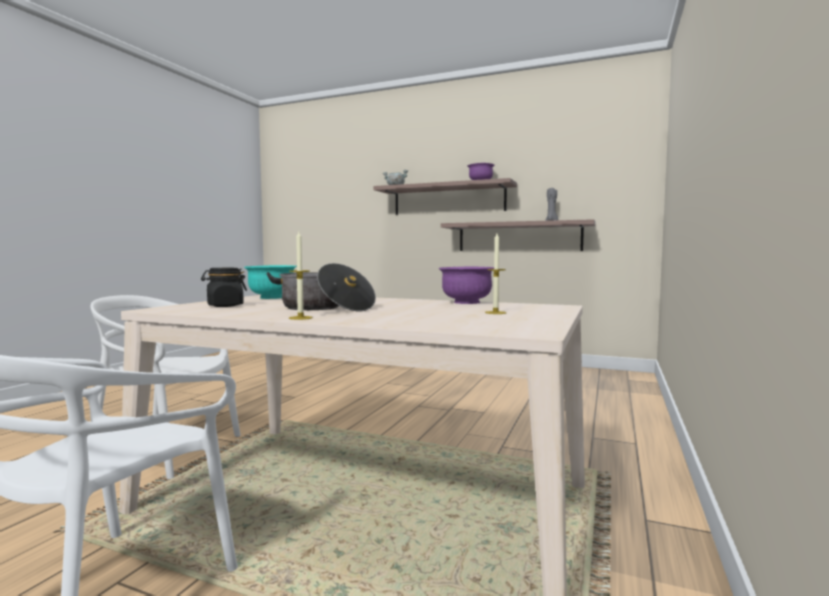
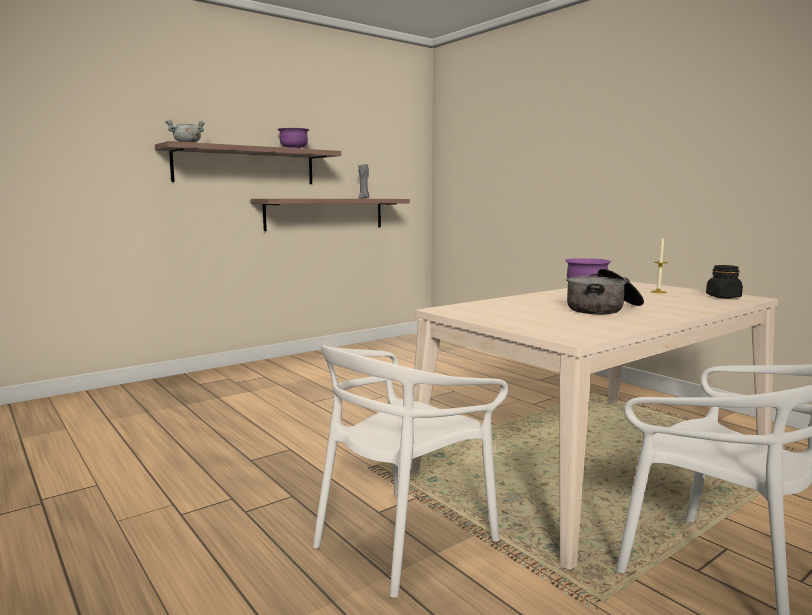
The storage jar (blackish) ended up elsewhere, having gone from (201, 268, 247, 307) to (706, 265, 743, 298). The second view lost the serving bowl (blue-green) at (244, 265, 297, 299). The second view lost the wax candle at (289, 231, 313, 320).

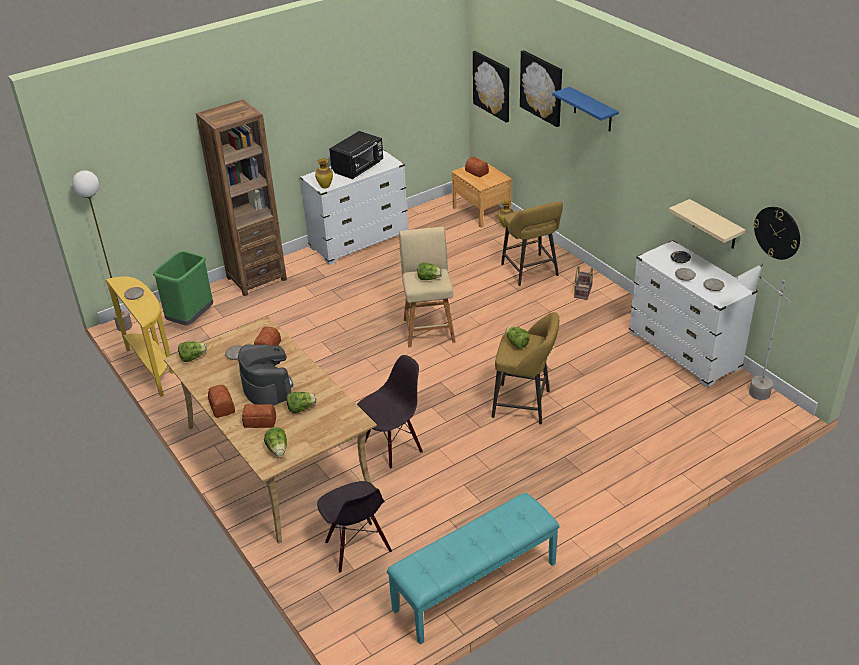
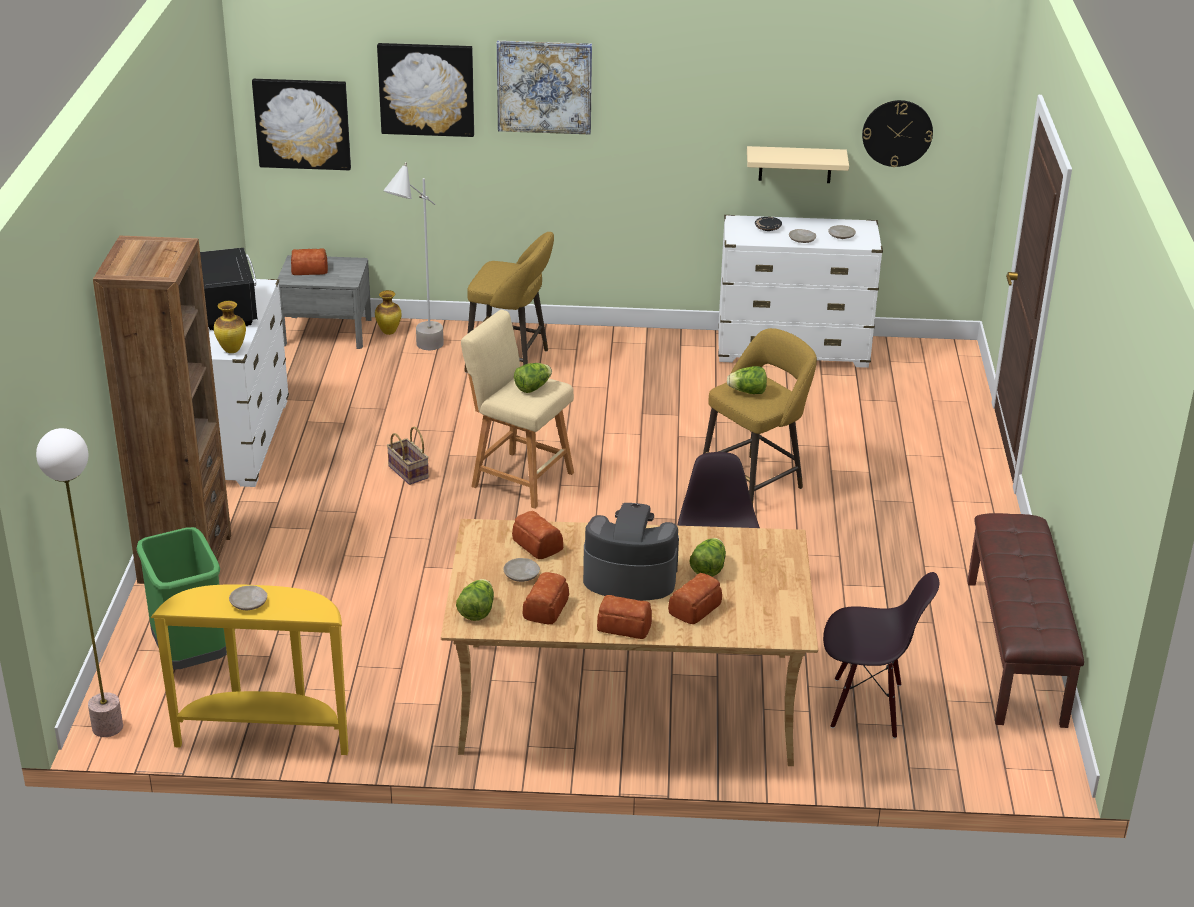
What was the bedside table (brown-coloured) at (452, 160, 511, 227) turned into the bedside table (gray) at (278, 255, 372, 349). The floor lamp (gray) ended up elsewhere, having gone from (736, 264, 791, 400) to (383, 162, 444, 350). The storage basket ended up elsewhere, having gone from (574, 266, 593, 300) to (387, 427, 429, 485). Where the bracket shelf (bluish) hung at (552, 87, 619, 131), the wall art came to hang at (497, 40, 592, 134). The second view gained the bakery bread at (523, 572, 569, 624). What was the indoor bench (blue-green) at (387, 493, 560, 645) turned into the indoor bench (brown-coloured) at (967, 513, 1084, 728). The second view lost the lettuce at (264, 427, 287, 456).

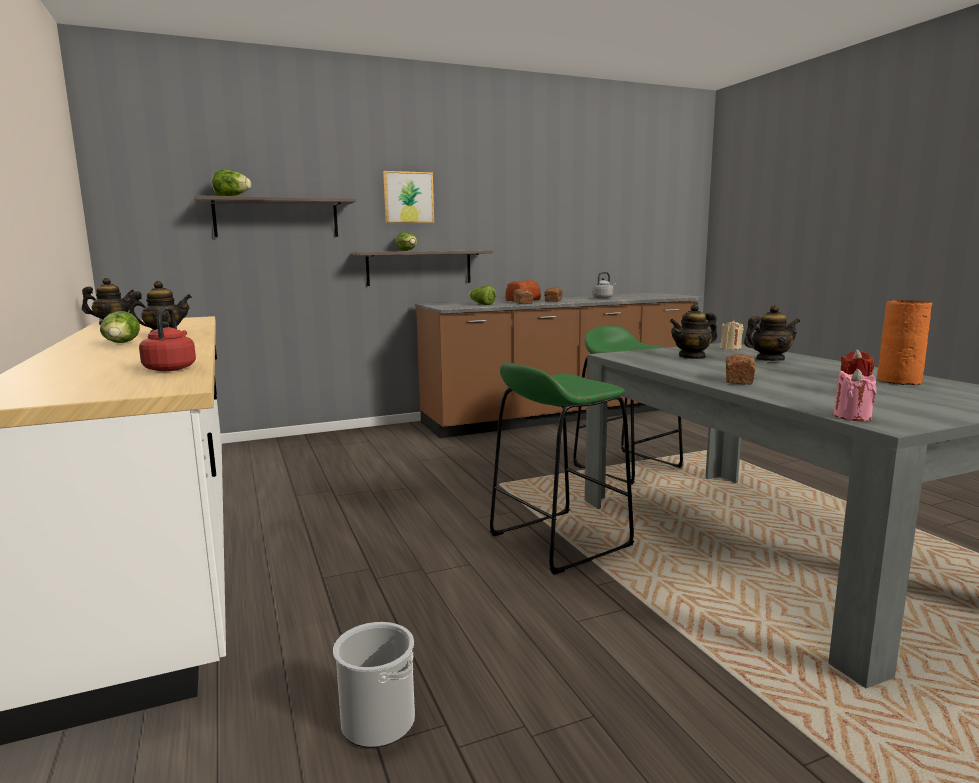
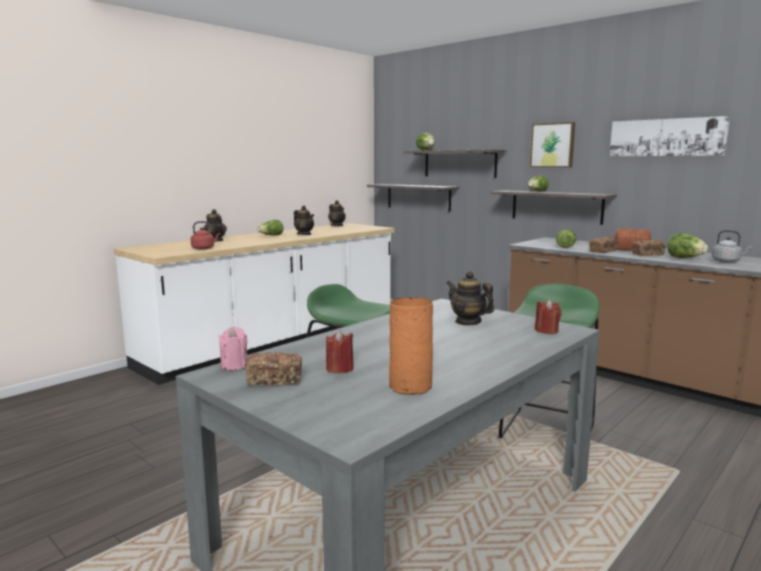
The teapot ended up elsewhere, having gone from (744, 305, 800, 361) to (203, 209, 227, 241). The bakery bread ended up elsewhere, having gone from (726, 354, 756, 385) to (246, 352, 302, 386). The second view gained the bracket shelf at (367, 184, 459, 212). What was the wax candle (beige) at (720, 319, 743, 350) turned into the wax candle (reddish) at (535, 299, 562, 334). The second view gained the wall art at (610, 116, 730, 156). The second view gained the lettuce at (667, 233, 708, 258). The second view lost the bucket at (333, 622, 415, 748).

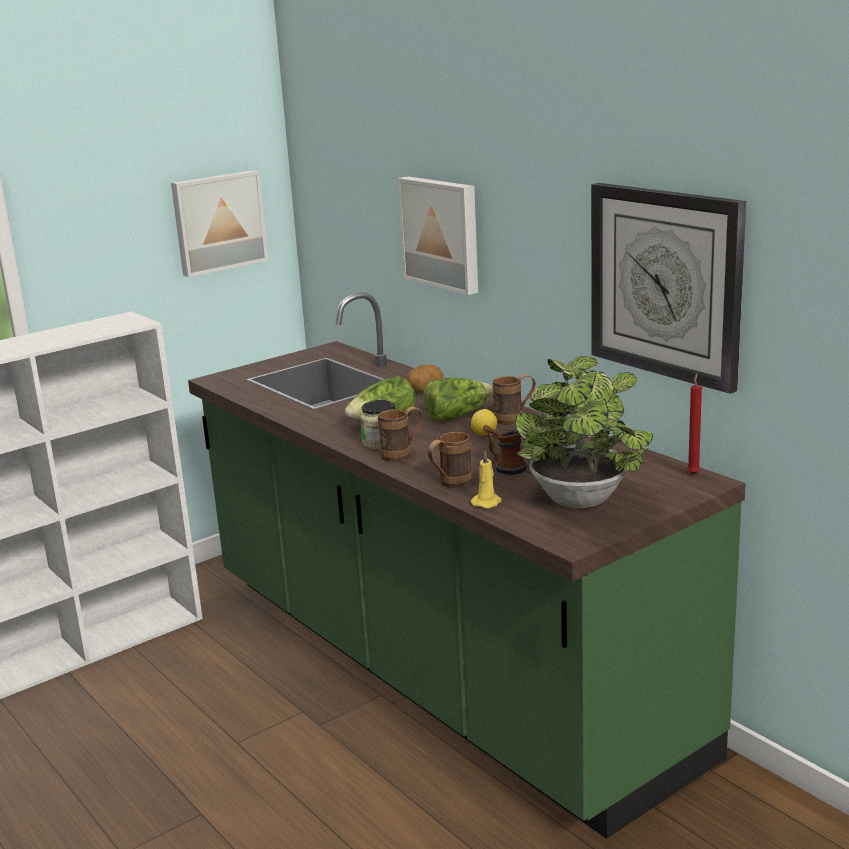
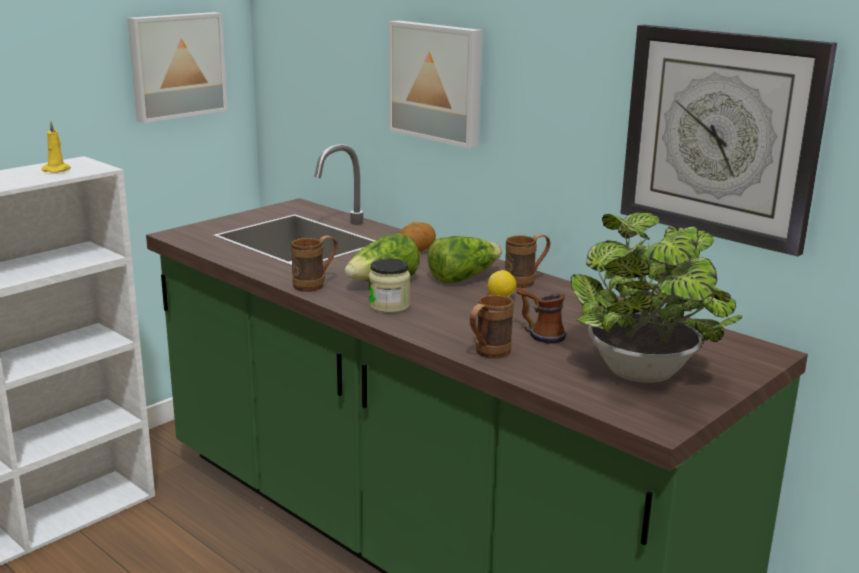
The wax candle (yellow) ended up elsewhere, having gone from (471, 451, 502, 508) to (42, 121, 71, 173). The coffee mug (brown-coloured) ended up elsewhere, having gone from (378, 407, 423, 462) to (291, 235, 338, 292). The second view lost the wax candle (reddish) at (687, 373, 702, 475).

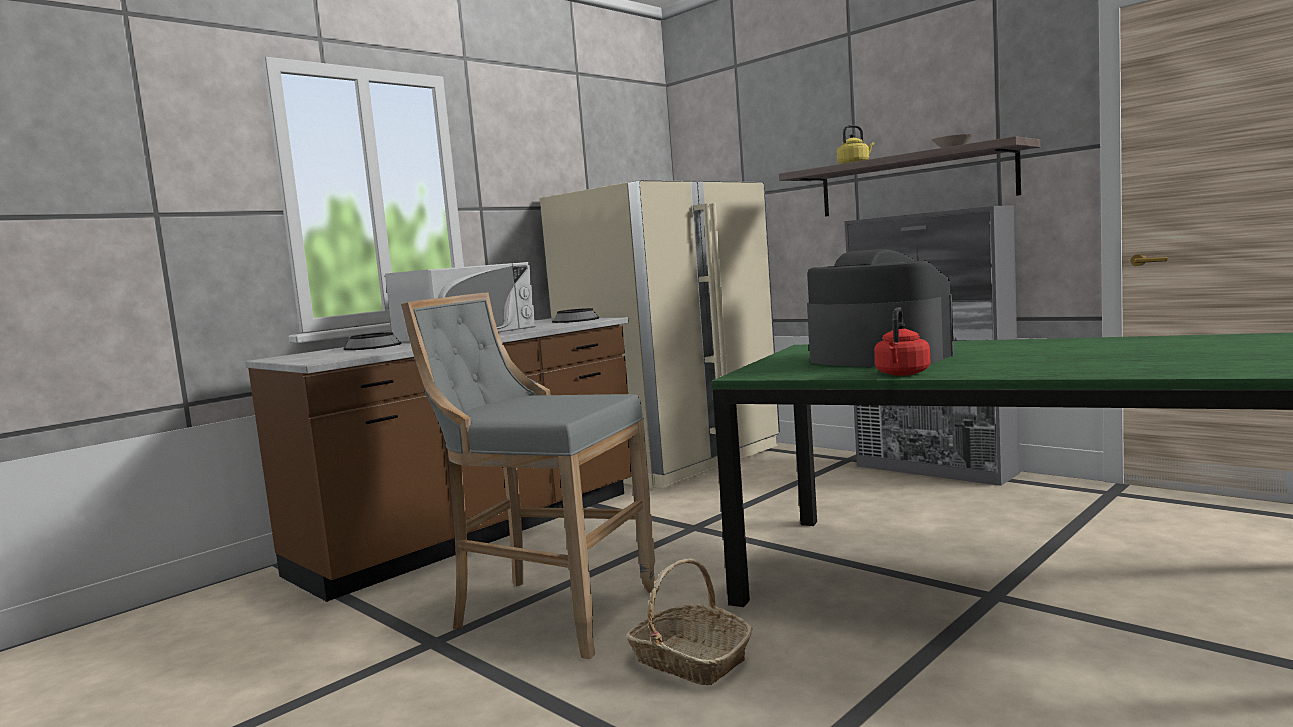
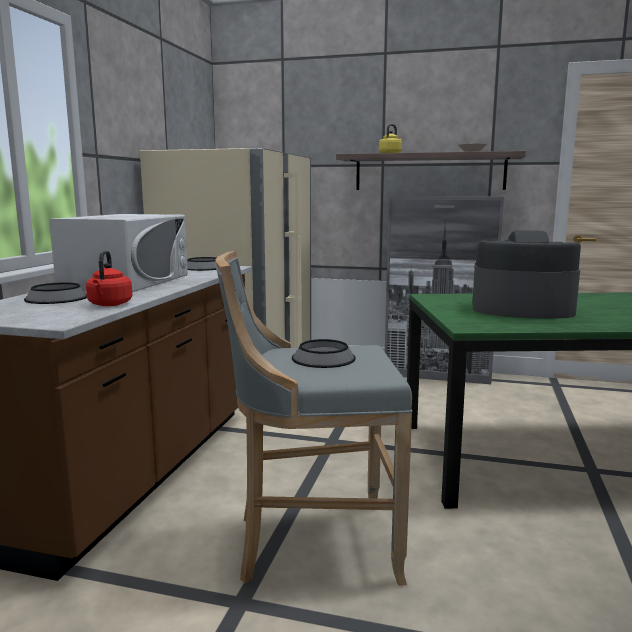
The kettle (reddish) ended up elsewhere, having gone from (875, 307, 931, 376) to (86, 250, 132, 306). The second view gained the serving bowl at (292, 339, 356, 368). The second view lost the storage basket at (626, 558, 753, 685).

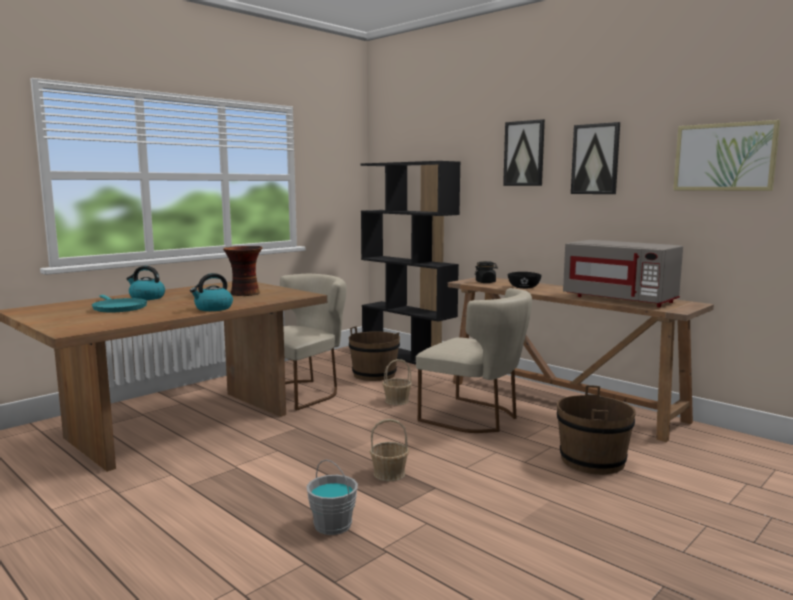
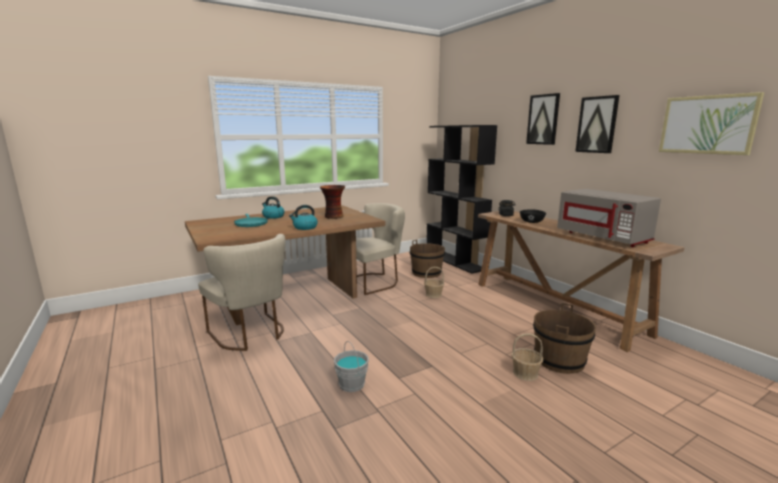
The upright chair (beige) ended up elsewhere, having gone from (416, 288, 532, 433) to (198, 234, 285, 351). The storage basket ended up elsewhere, having gone from (370, 419, 409, 481) to (511, 334, 543, 381).

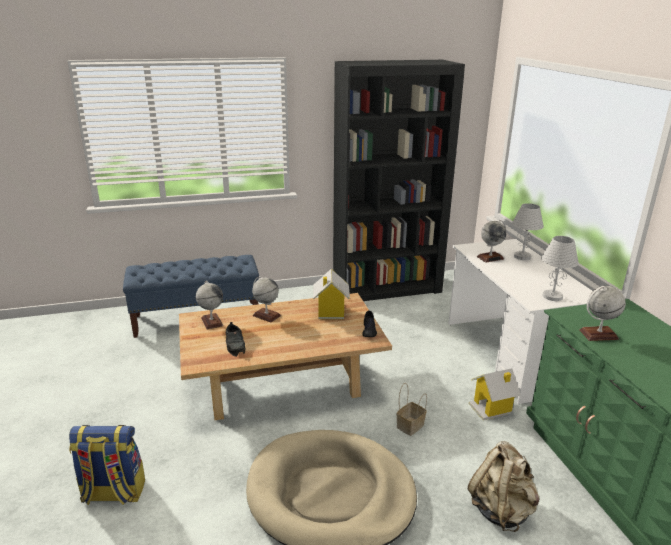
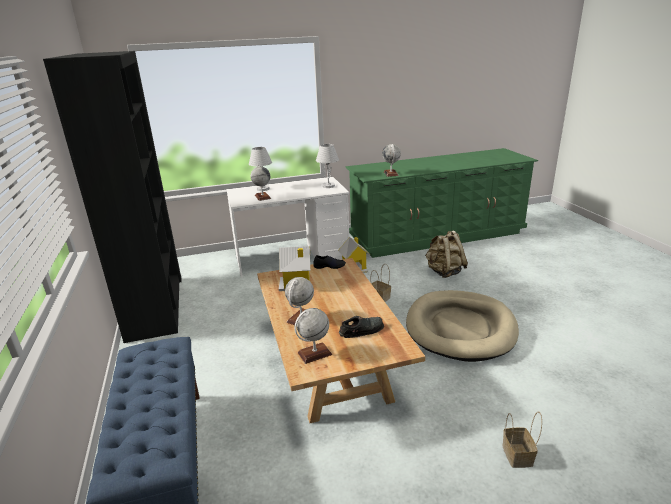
Where the knapsack stood at (69, 425, 145, 505), the storage basket came to stand at (503, 412, 542, 468).

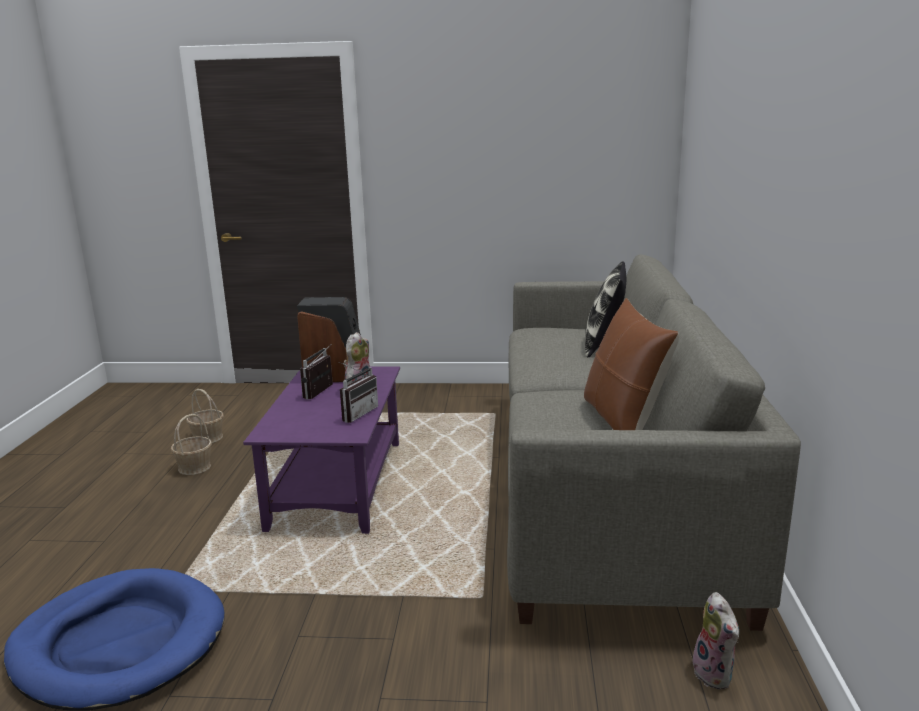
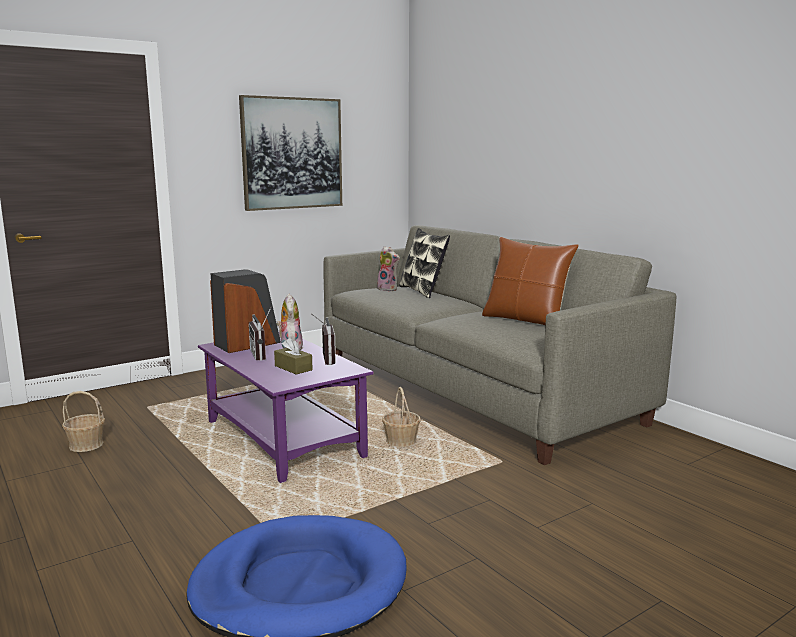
The second view gained the wall art at (239, 95, 342, 211). The second view gained the tissue holder (brown-coloured) at (274, 337, 313, 375). The soft toy ended up elsewhere, having gone from (692, 592, 739, 689) to (376, 246, 400, 291). The storage basket ended up elsewhere, having gone from (171, 414, 212, 475) to (382, 387, 421, 447).

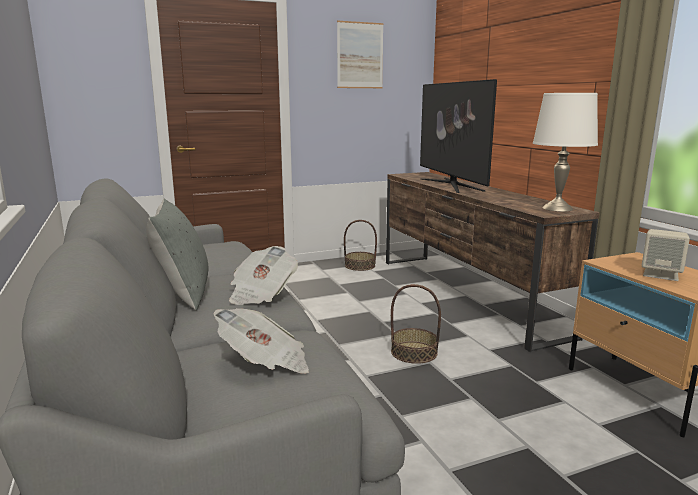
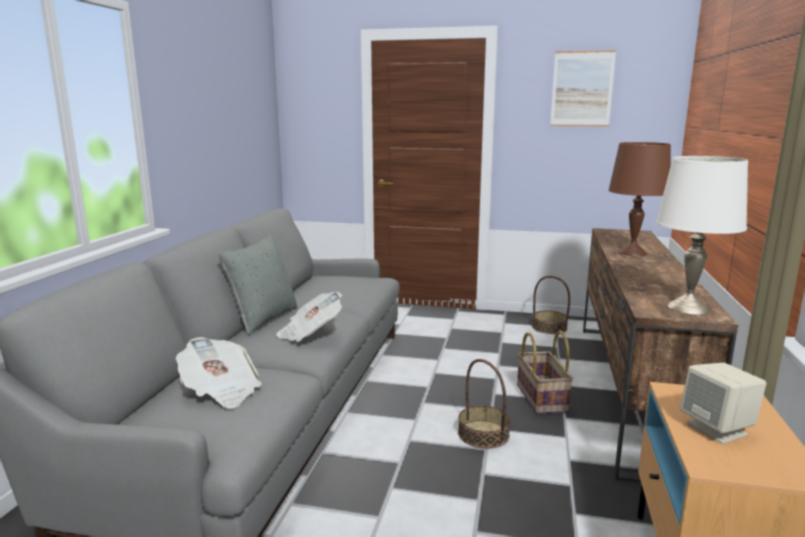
The second view gained the storage basket at (517, 331, 573, 414). Where the TV stood at (420, 79, 497, 193), the tabletop lamp (brown-coloured) came to stand at (608, 142, 671, 256).

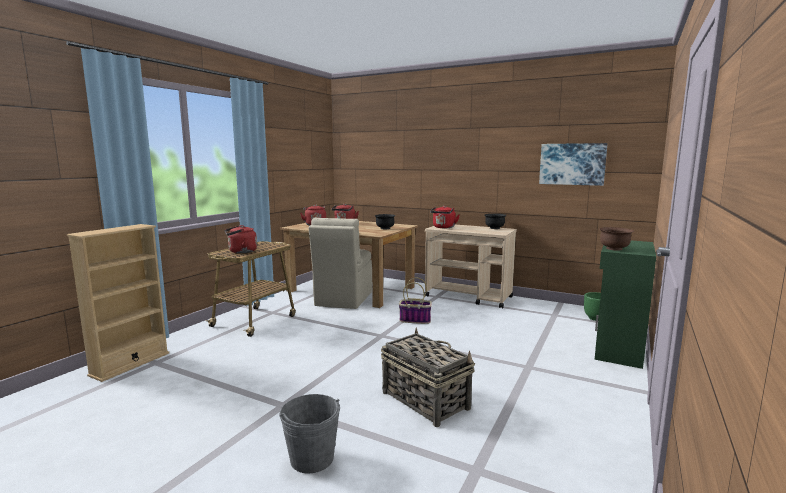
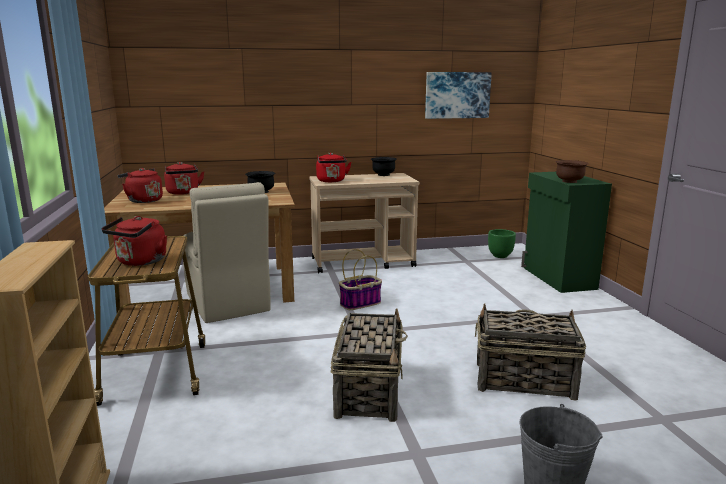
The second view gained the storage basket at (331, 308, 408, 422).

